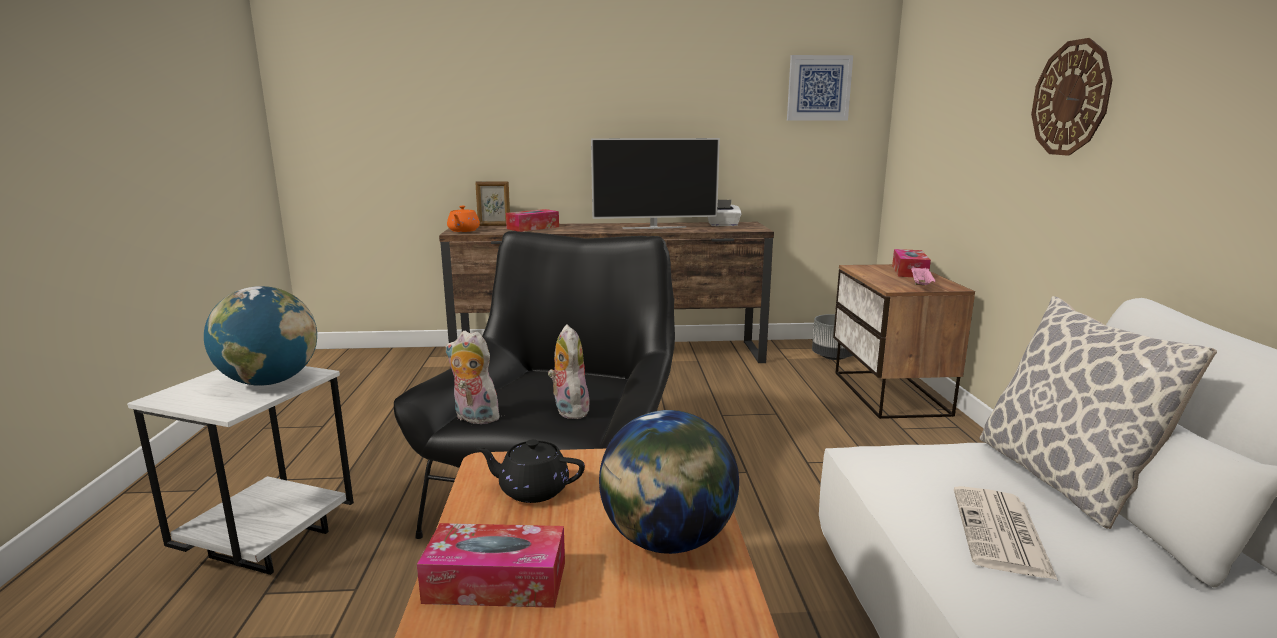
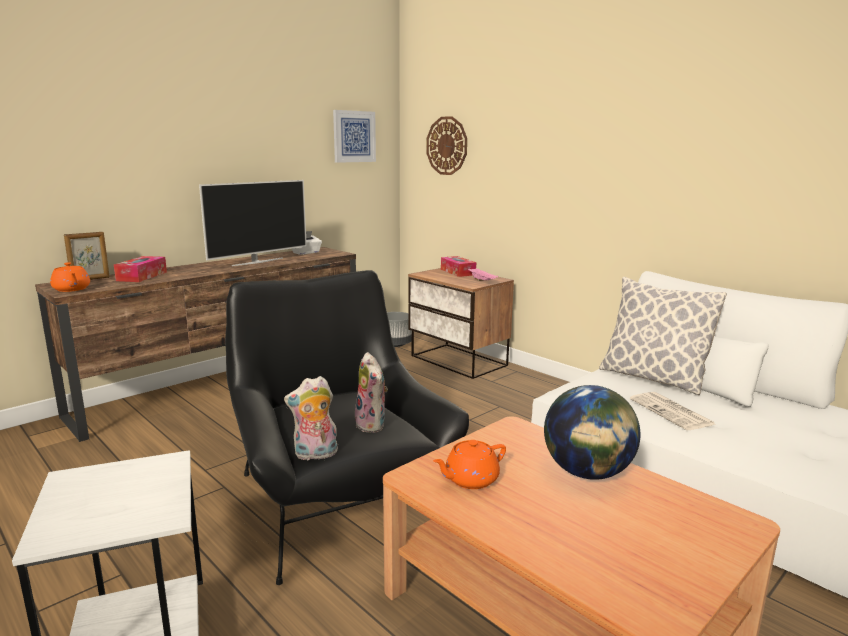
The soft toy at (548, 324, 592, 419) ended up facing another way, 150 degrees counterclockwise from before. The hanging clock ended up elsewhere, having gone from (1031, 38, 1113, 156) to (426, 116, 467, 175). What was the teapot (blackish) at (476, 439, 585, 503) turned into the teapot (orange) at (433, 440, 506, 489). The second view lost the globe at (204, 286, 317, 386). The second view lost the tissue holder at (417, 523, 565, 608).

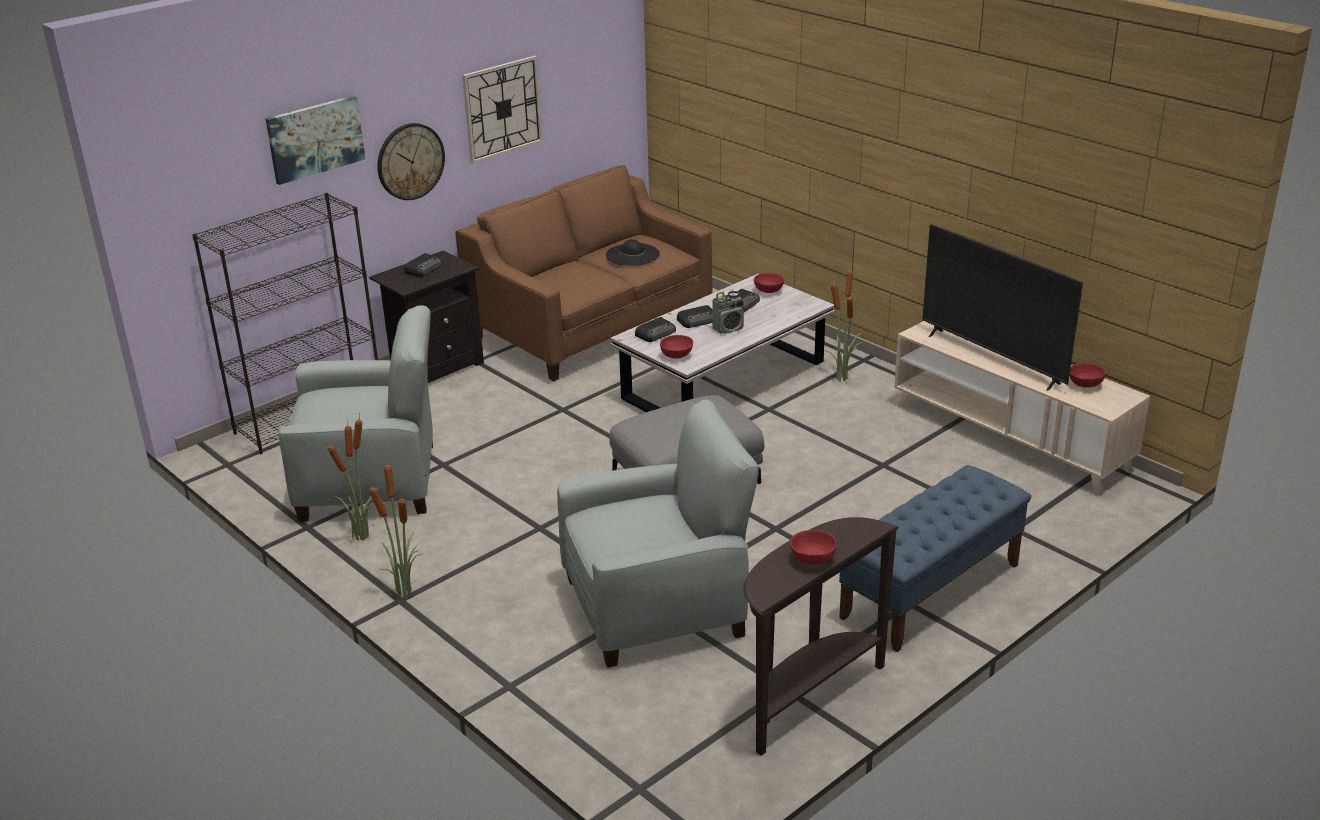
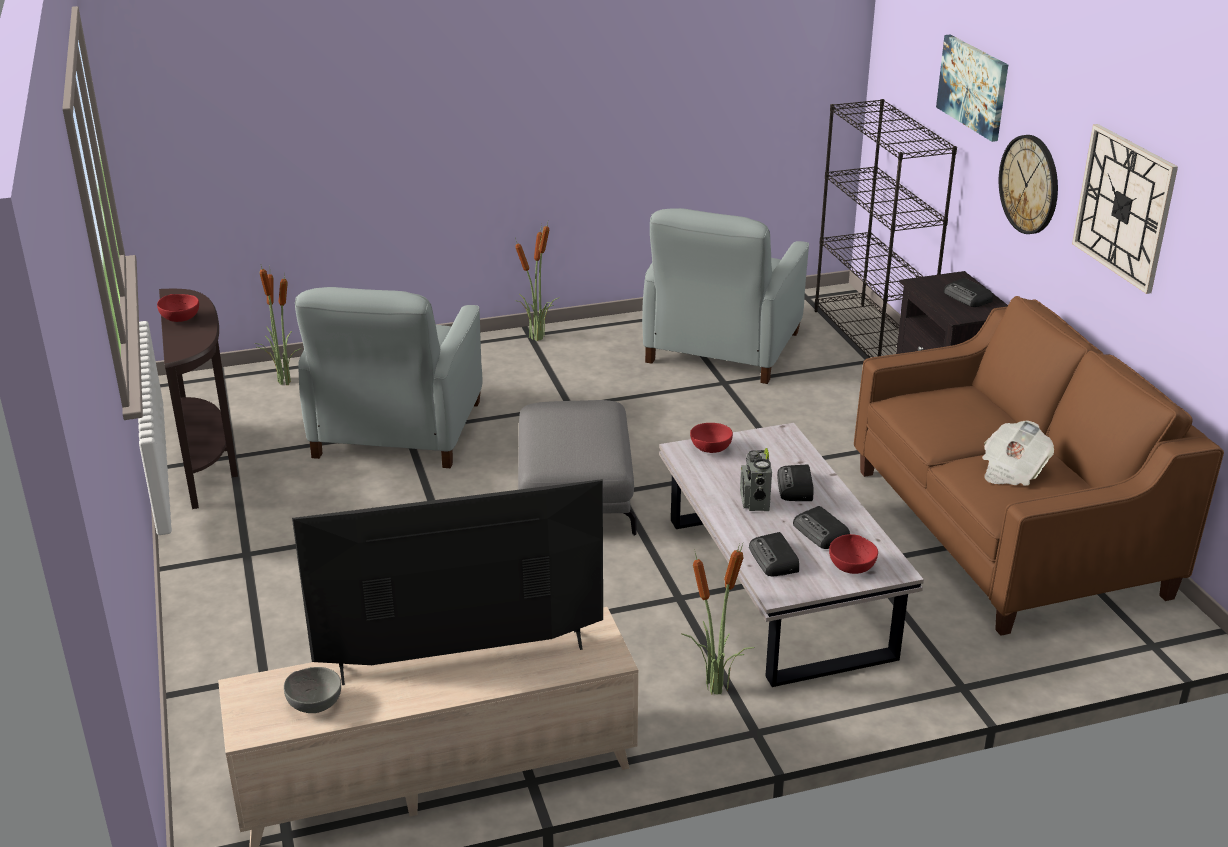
The houseplant ended up elsewhere, having gone from (326, 415, 378, 540) to (254, 266, 301, 385). What was the serving bowl (reddish) at (1070, 363, 1105, 388) turned into the serving bowl (gray) at (284, 667, 341, 713). The radio ended up elsewhere, having gone from (635, 317, 676, 342) to (749, 532, 799, 576). Where the wearable hat (blackish) stood at (606, 239, 660, 266), the printed paper came to stand at (982, 421, 1054, 486). The second view lost the indoor bench (bluish) at (839, 465, 1031, 652).

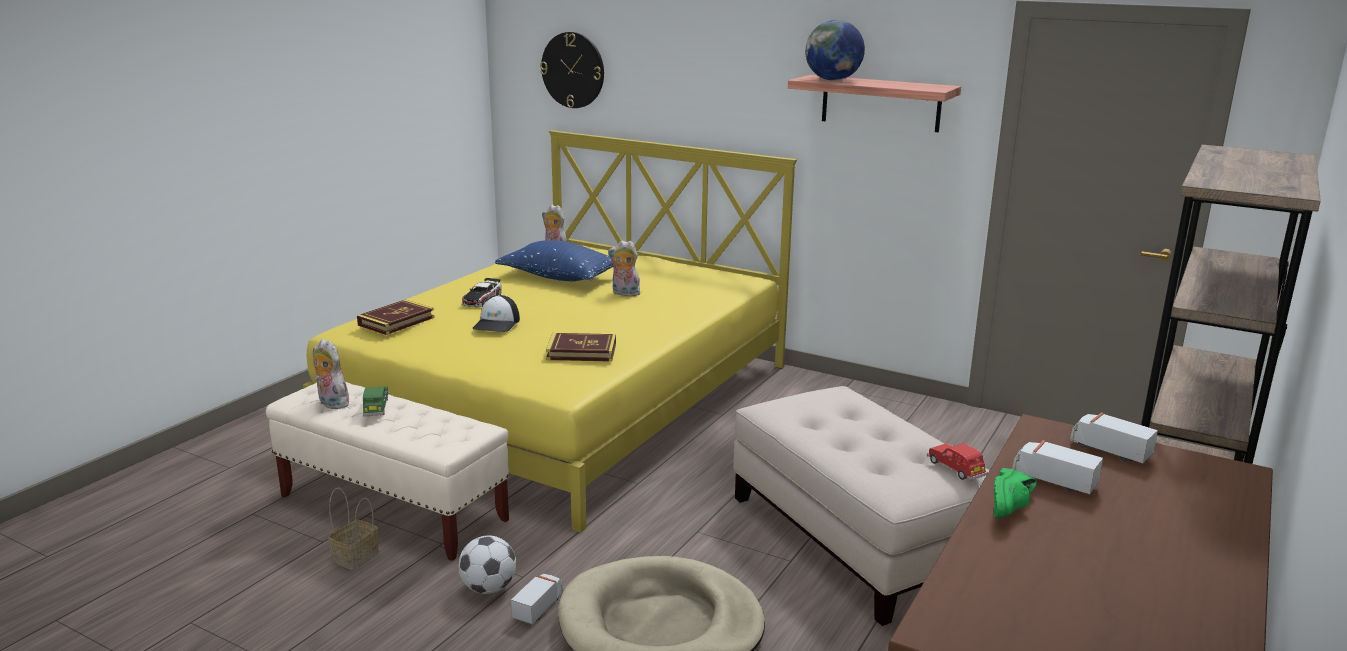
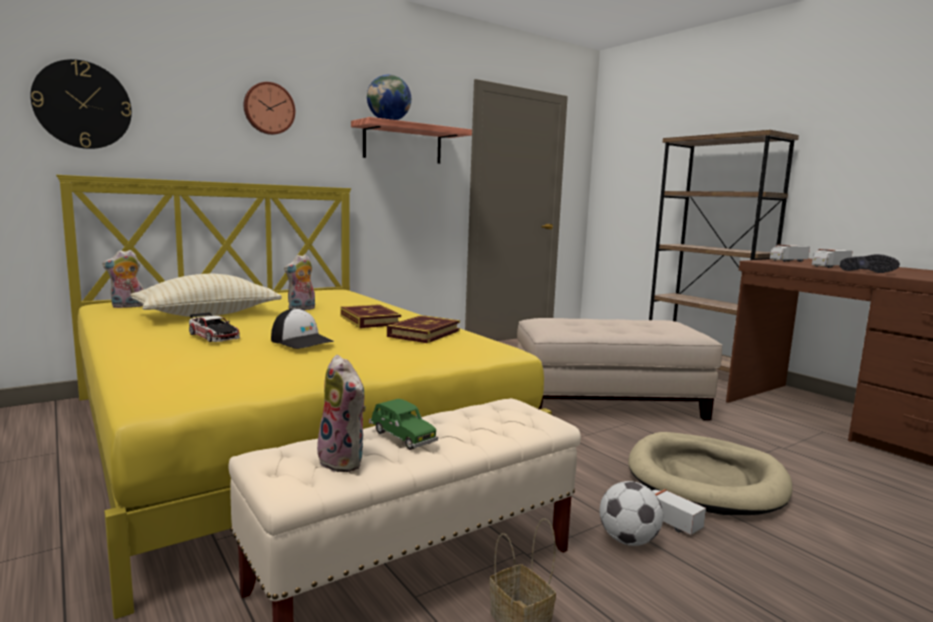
What was the throw pillow (bluish) at (495, 240, 613, 281) turned into the throw pillow (beige) at (131, 274, 282, 317). The second view gained the hanging clock at (243, 82, 295, 135). The soft toy at (313, 339, 349, 409) ended up facing another way, 105 degrees counterclockwise from before. The bound book ended up elsewhere, having gone from (357, 300, 434, 335) to (340, 304, 401, 328). The model car (green-coloured) at (363, 387, 390, 416) ended up facing another way, 150 degrees counterclockwise from before. What was the low shoe (green-coloured) at (994, 468, 1037, 518) turned into the low shoe (blackish) at (840, 254, 900, 273). The second view lost the model car (reddish) at (927, 444, 988, 480).

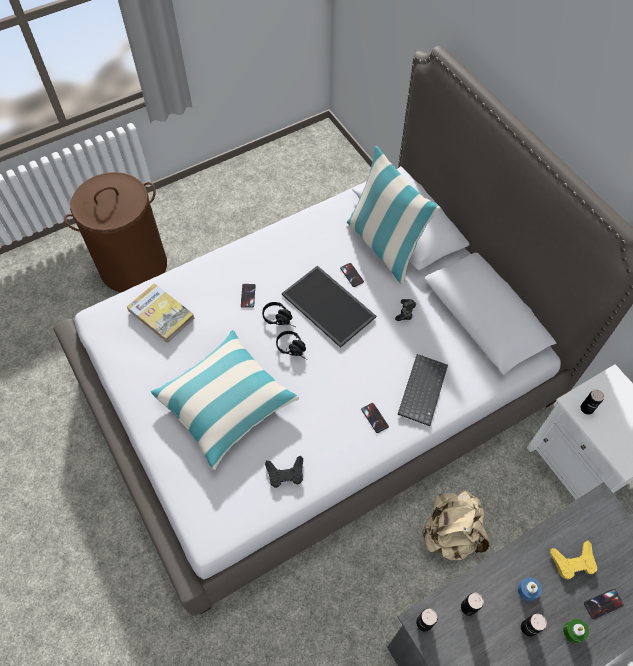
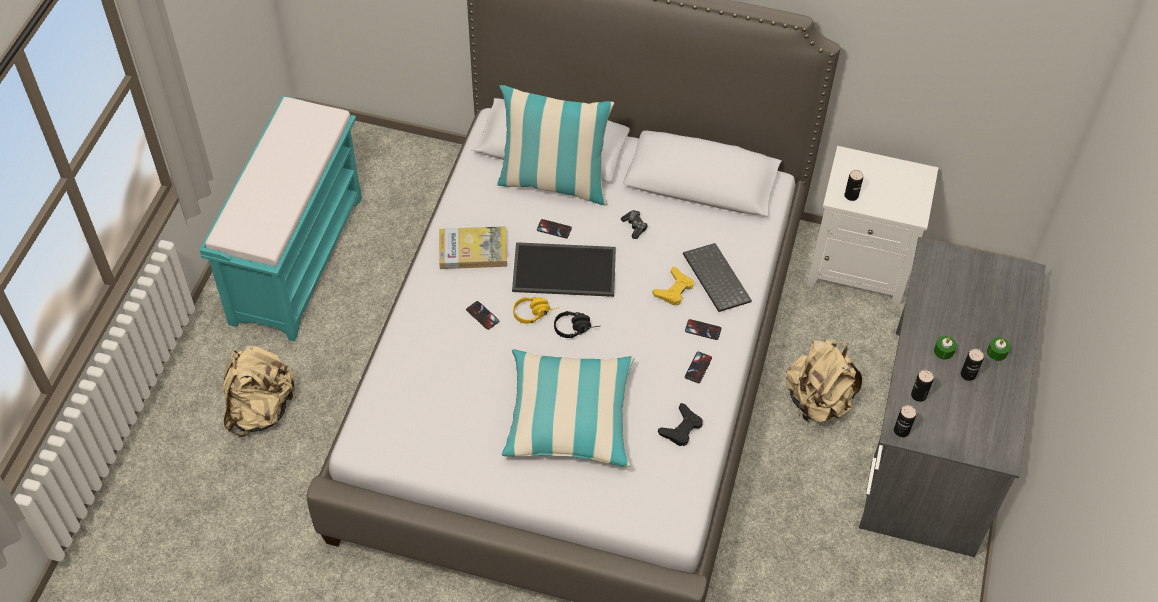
The second view gained the indoor bench (blue-green) at (200, 96, 362, 342). Where the hamper (brown-coloured) stood at (64, 172, 167, 293), the knapsack (beige) came to stand at (223, 346, 297, 437). The bound book ended up elsewhere, having gone from (127, 283, 195, 343) to (439, 226, 507, 269). What was the headphones (blackish) at (262, 302, 295, 327) turned into the headphones (yellow) at (513, 297, 560, 324). The game controller (yellow) ended up elsewhere, having gone from (550, 541, 597, 580) to (652, 267, 694, 305). The handset ended up elsewhere, having gone from (584, 589, 624, 619) to (685, 352, 712, 383). What was the wax candle (bluish) at (518, 577, 542, 601) turned into the wax candle (green-coloured) at (934, 336, 957, 360).

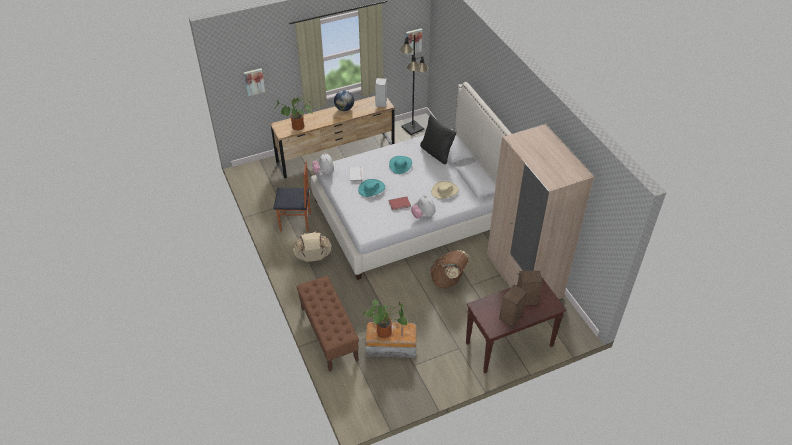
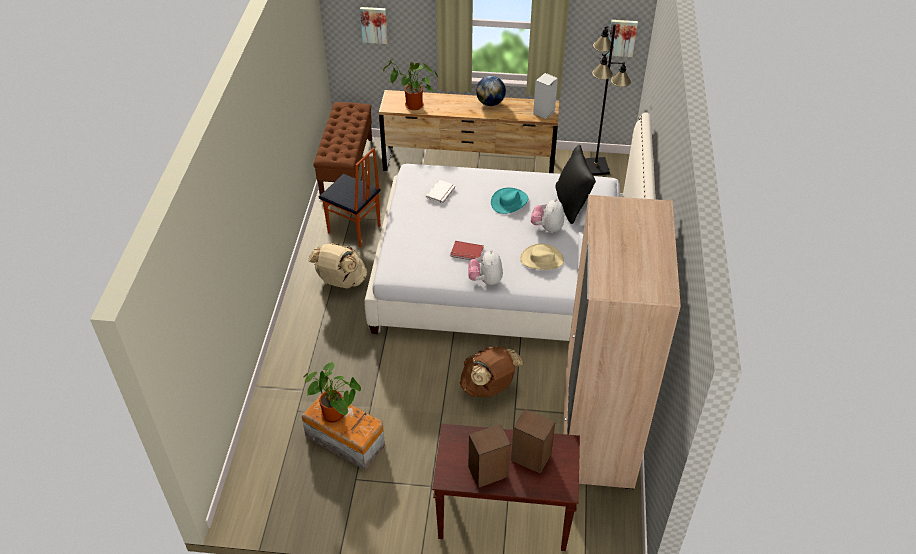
The indoor bench (brown-coloured) ended up elsewhere, having gone from (297, 276, 359, 372) to (313, 102, 372, 195). The soft toy ended up elsewhere, having gone from (312, 153, 334, 175) to (531, 198, 564, 233). The second view lost the wearable hat (blue-green) at (358, 179, 385, 197).

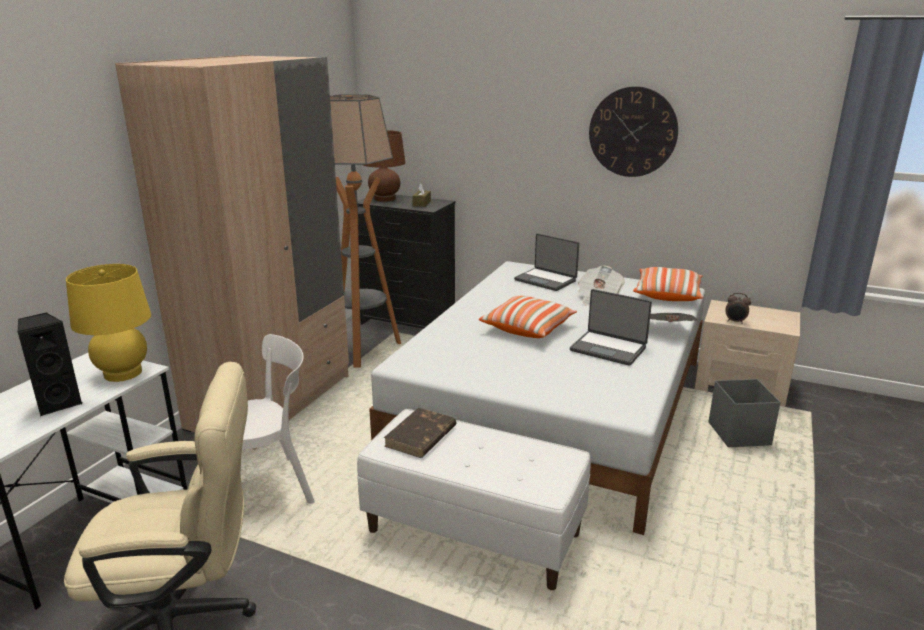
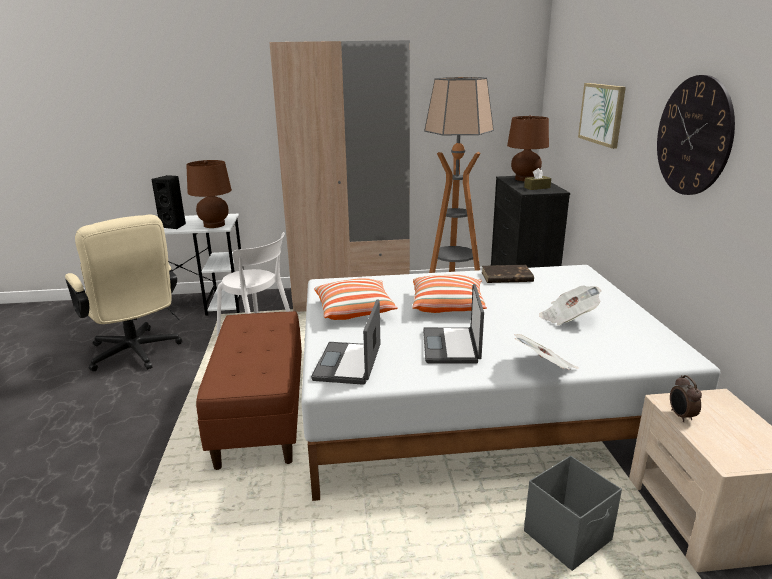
What was the tabletop lamp (yellow) at (66, 264, 151, 382) turned into the tabletop lamp (brown-coloured) at (186, 160, 232, 228). What was the indoor bench (white) at (357, 409, 591, 590) turned into the indoor bench (brown-coloured) at (196, 311, 302, 470). The laptop ended up elsewhere, having gone from (514, 233, 579, 291) to (311, 299, 380, 385). The throw pillow ended up elsewhere, having gone from (633, 267, 703, 301) to (314, 278, 398, 320). The bound book (brown-coloured) ended up elsewhere, having gone from (384, 407, 457, 458) to (481, 265, 534, 283). The second view gained the wall art at (578, 83, 626, 149).

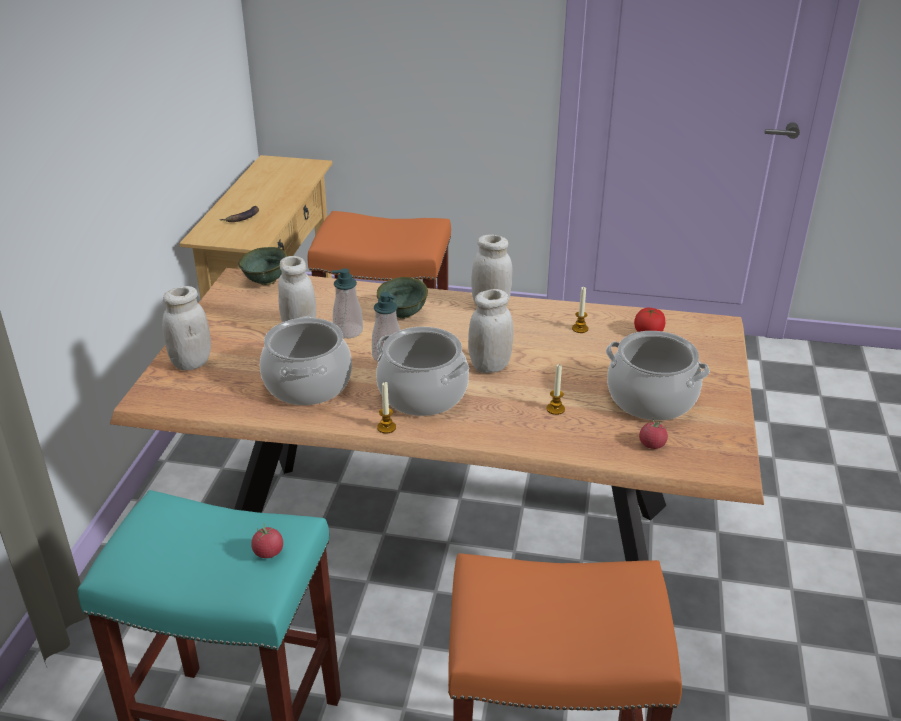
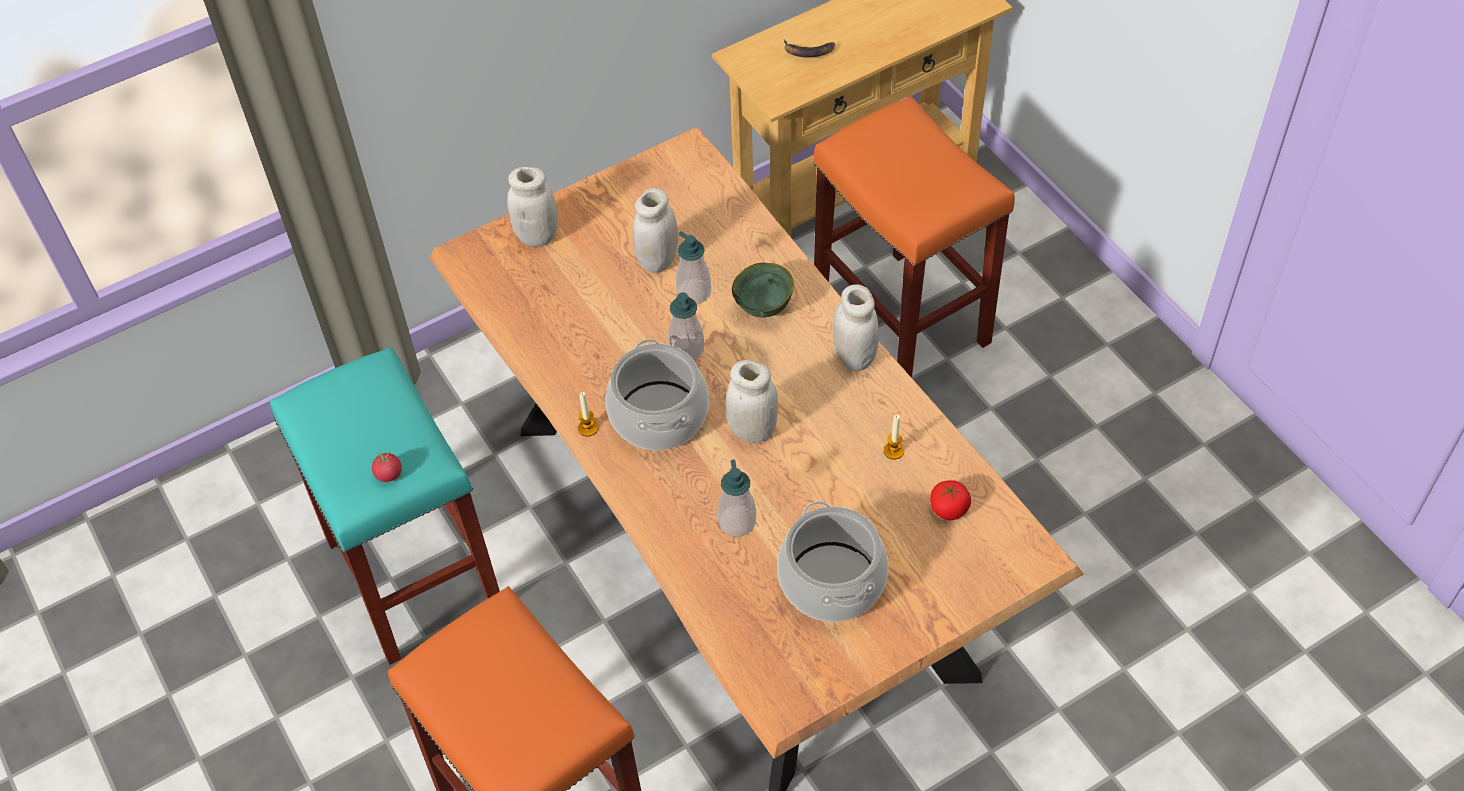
Where the wax candle stood at (546, 365, 565, 415), the liquid soap bottle came to stand at (718, 460, 756, 537). The second view lost the serving bowl (green-coloured) at (238, 247, 287, 285). The second view lost the cooking pot at (260, 316, 352, 405). The second view lost the whole tomato at (639, 418, 668, 449).

